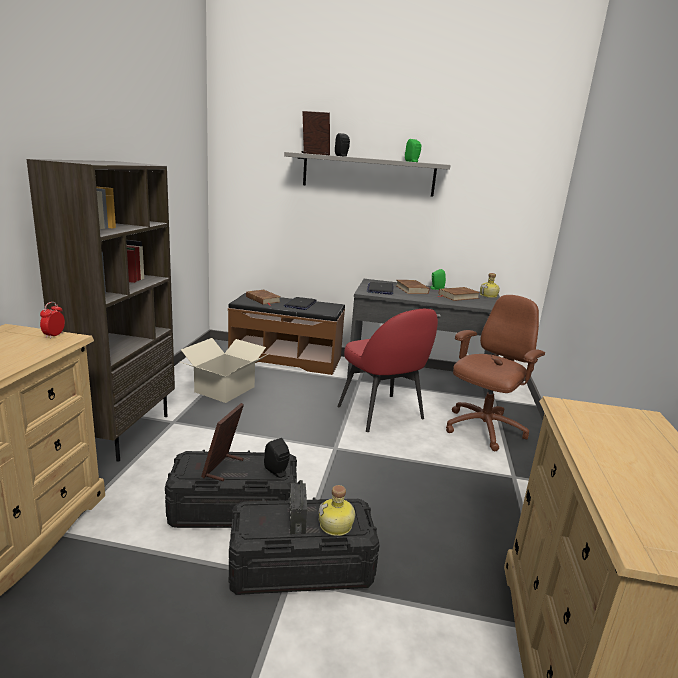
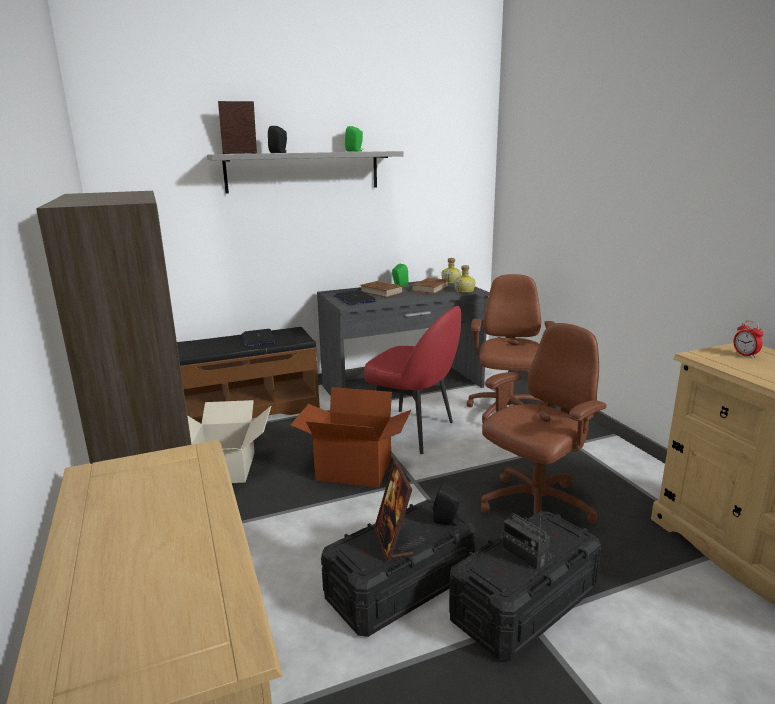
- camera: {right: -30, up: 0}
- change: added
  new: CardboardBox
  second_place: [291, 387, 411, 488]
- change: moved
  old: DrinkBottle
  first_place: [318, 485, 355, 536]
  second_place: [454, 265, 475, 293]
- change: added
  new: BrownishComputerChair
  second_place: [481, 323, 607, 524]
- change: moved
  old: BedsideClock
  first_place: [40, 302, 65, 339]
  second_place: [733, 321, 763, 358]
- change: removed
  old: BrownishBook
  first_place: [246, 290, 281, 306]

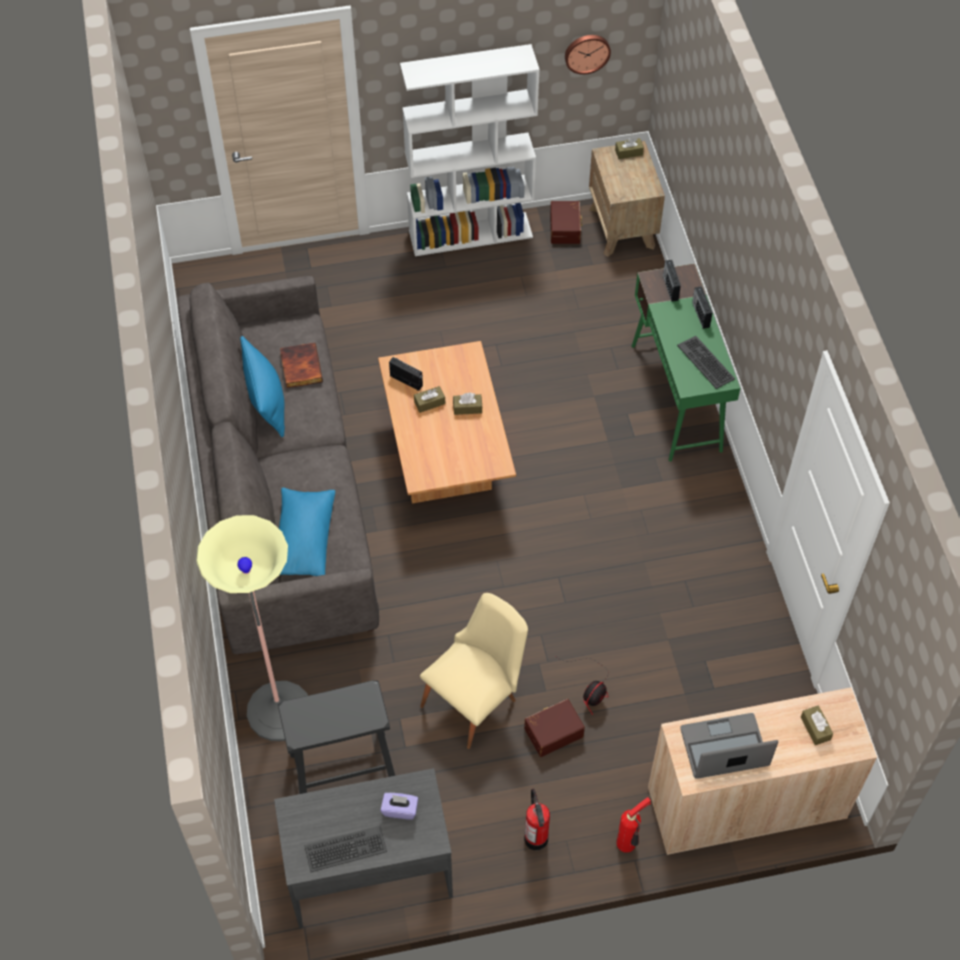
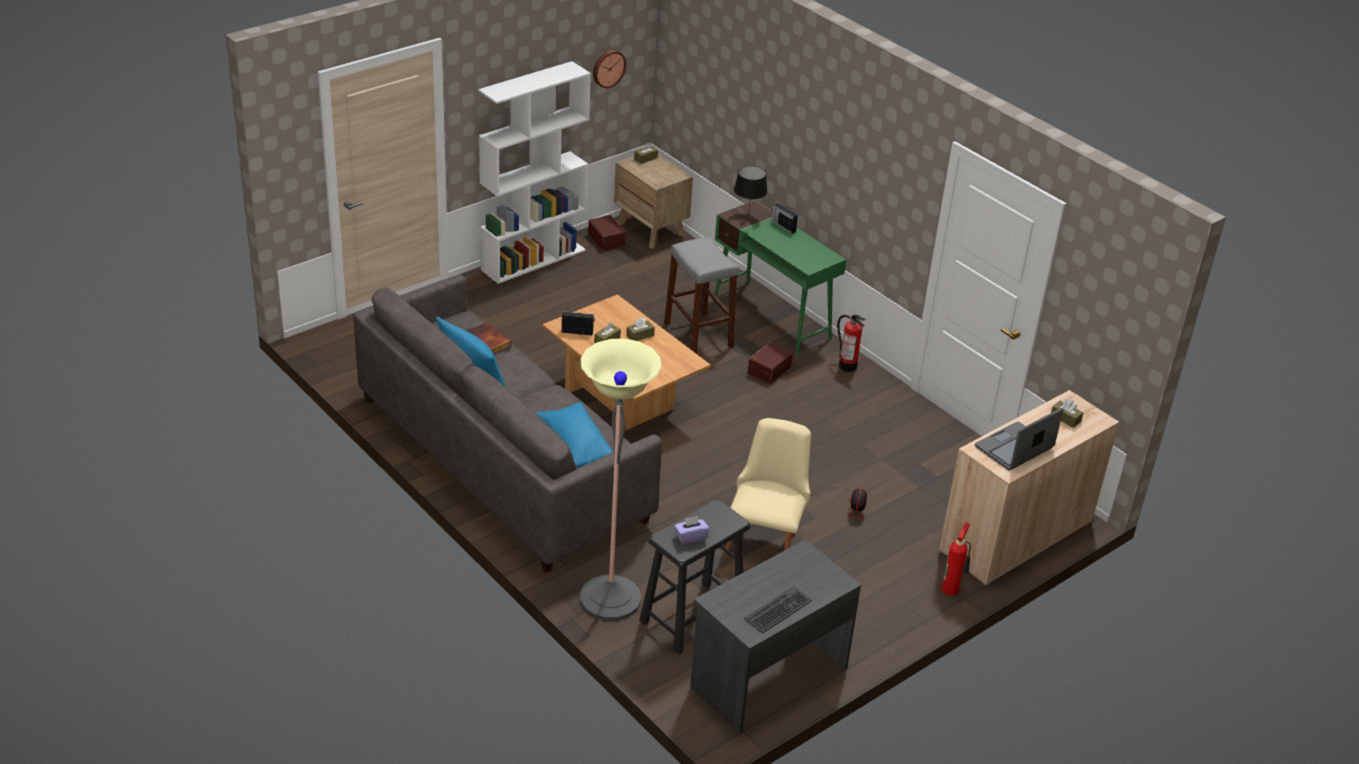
- camera: {right: -30, up: -20}
- change: added
  new: GreyishSittingStool
  second_place: [664, 237, 738, 354]
- change: moved
  old: PurpleTissueHolder
  first_place: [380, 793, 418, 820]
  second_place: [674, 516, 710, 544]
- change: replaced
  old: Radio
  new: BlackTableLamp
  first_place: [663, 260, 681, 302]
  second_place: [734, 166, 767, 216]
- change: moved
  old: BrownishStorageBin
  first_place: [524, 699, 585, 757]
  second_place: [748, 342, 793, 384]
- change: moved
  old: FireExtinguisher
  first_place: [524, 789, 550, 850]
  second_place: [837, 314, 866, 372]
- change: removed
  old: Keyboard
  first_place: [677, 336, 735, 389]

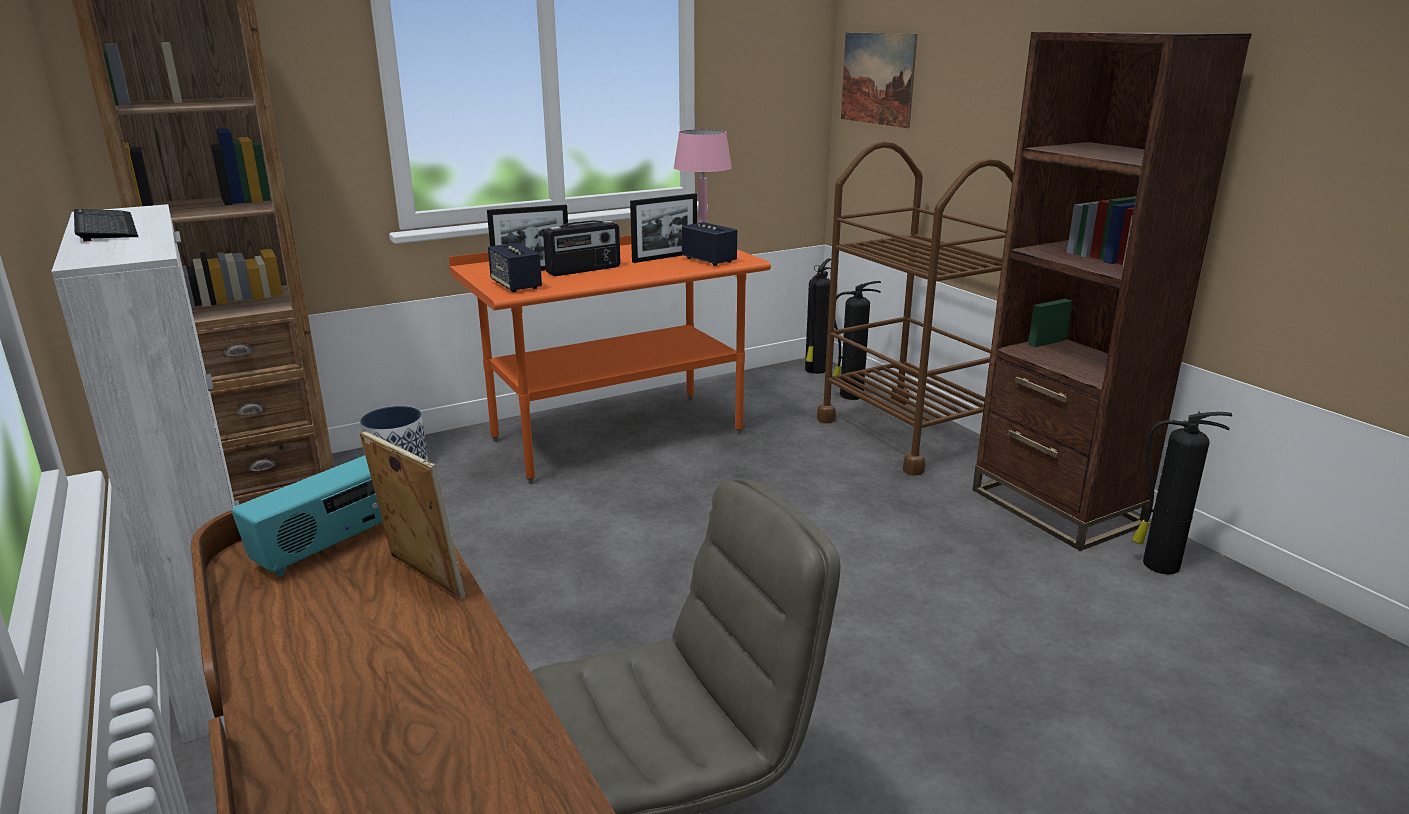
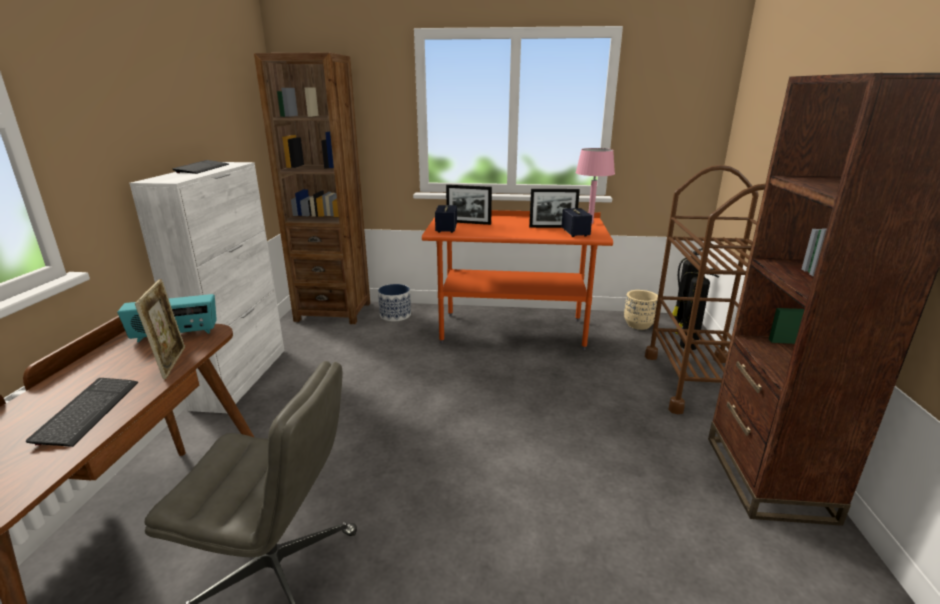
- camera: {right: 35, up: 0}
- change: added
  new: Keyboard
  second_place: [26, 378, 138, 447]
- change: added
  new: BeigeFlowerPot
  second_place: [624, 290, 658, 330]
- change: removed
  old: Radio
  first_place: [543, 220, 621, 276]
- change: removed
  old: WallArt
  first_place: [841, 32, 917, 128]
- change: removed
  old: FireExtinguisher
  first_place: [1132, 412, 1232, 575]

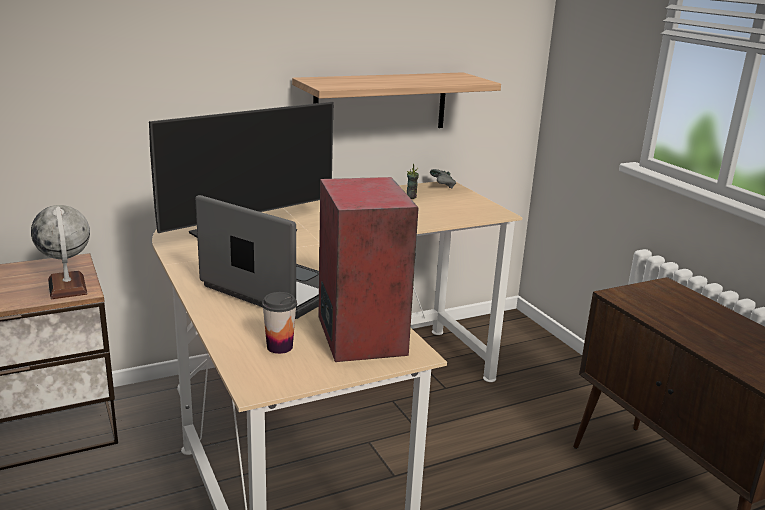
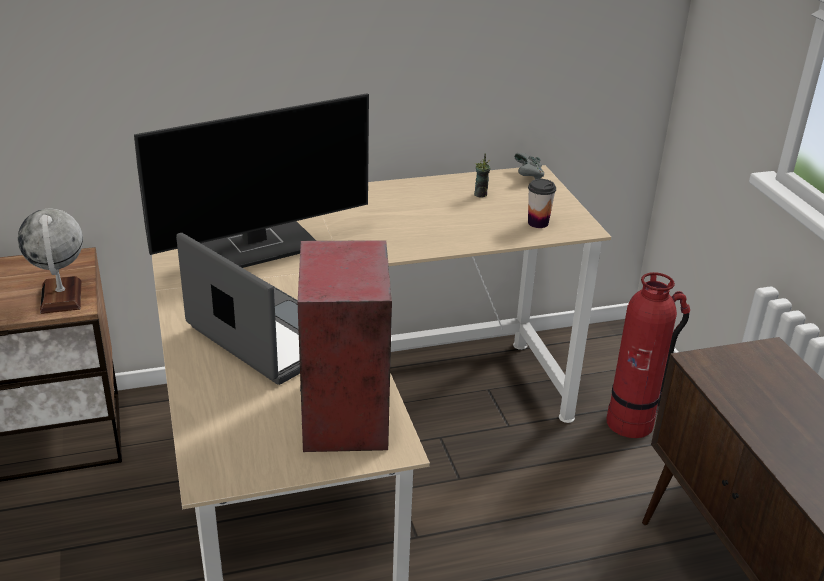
- camera: {right: 10, up: 10}
- change: moved
  old: Cup
  first_place: [262, 292, 297, 354]
  second_place: [528, 179, 556, 228]
- change: added
  new: FireExtinguisher
  second_place: [606, 272, 690, 438]
- change: removed
  old: BracketShelf
  first_place: [292, 72, 501, 128]

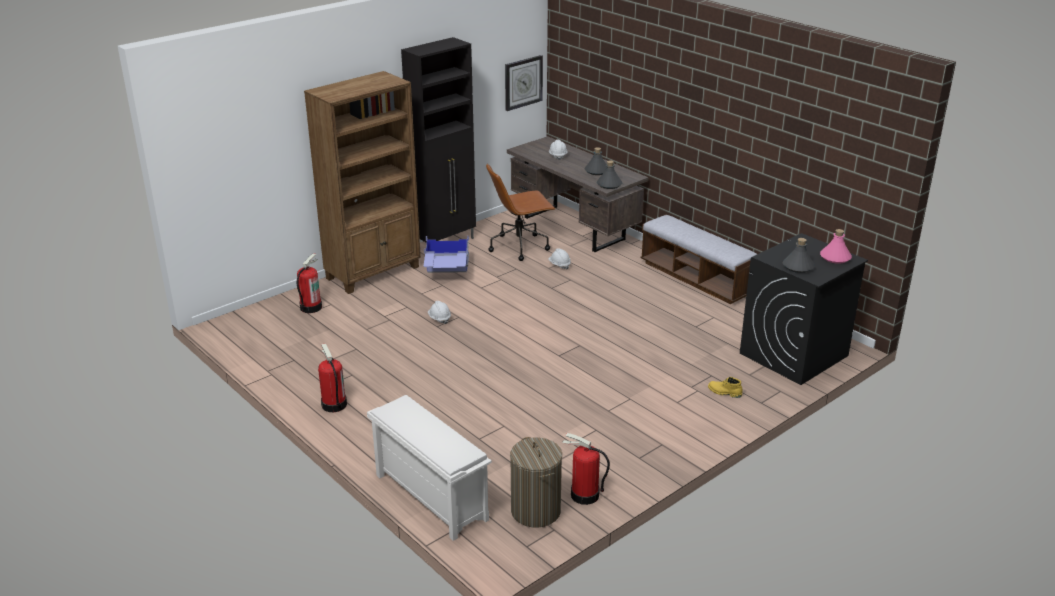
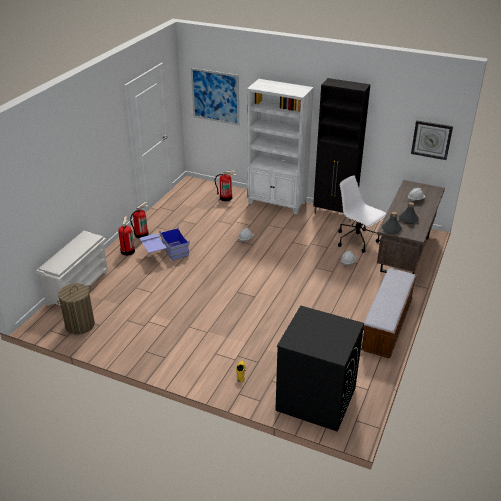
- camera: {right: 65, up: 5}
- change: moved
  old: FireExtinguisher
  first_place: [562, 433, 610, 505]
  second_place: [118, 216, 135, 256]
- change: moved
  old: BlueColouredStorageBin
  first_place: [424, 235, 469, 273]
  second_place: [139, 226, 190, 261]
- change: added
  new: WallArt
  second_place: [191, 68, 239, 125]
- change: recoloured
  old: BrownishShelvingUnit
  new: WhiteColouredShelvingUnit
  first_place: [304, 71, 421, 294]
  second_place: [247, 79, 314, 215]
- change: recoloured
  old: BrownishComputerChair
  new: WhiteColouredComputerChair
  first_place: [486, 164, 555, 261]
  second_place: [338, 176, 386, 253]
- change: removed
  old: GreyishDrinkBottle
  first_place: [783, 238, 815, 273]
- change: removed
  old: PinkishDrinkBottle
  first_place: [820, 229, 852, 264]

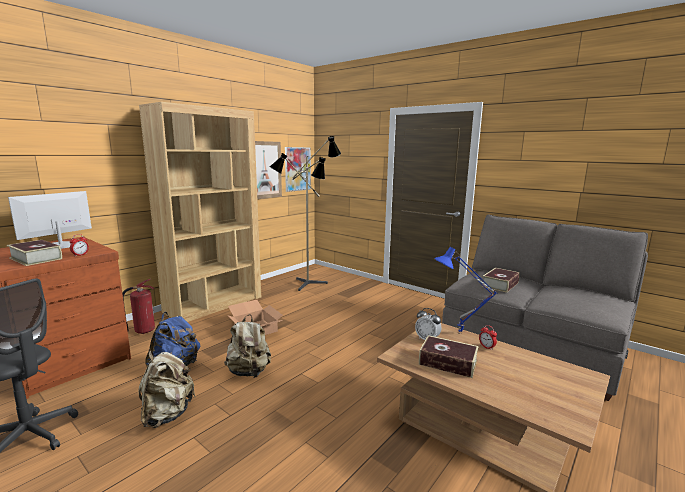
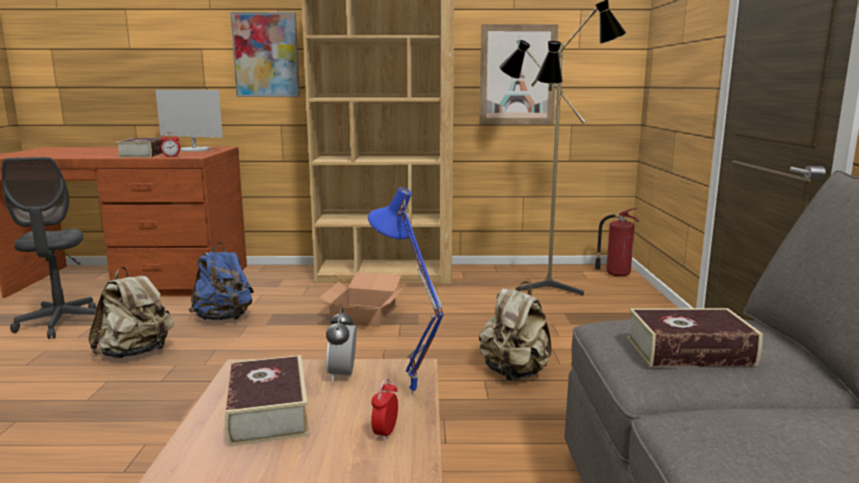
- camera: {right: 50, up: 0}
- change: turned
  old: ComputerDisplay
  first_place: [8, 191, 92, 249]
  second_place: [156, 90, 223, 152]
  degrees: -150
- change: moved
  old: WallArt
  first_place: [285, 147, 311, 192]
  second_place: [230, 12, 300, 97]
- change: moved
  old: BeigeKnapsack
  first_place: [224, 314, 271, 378]
  second_place: [479, 282, 552, 380]
- change: moved
  old: FireExtinguisher
  first_place: [122, 279, 155, 334]
  second_place: [595, 208, 639, 277]

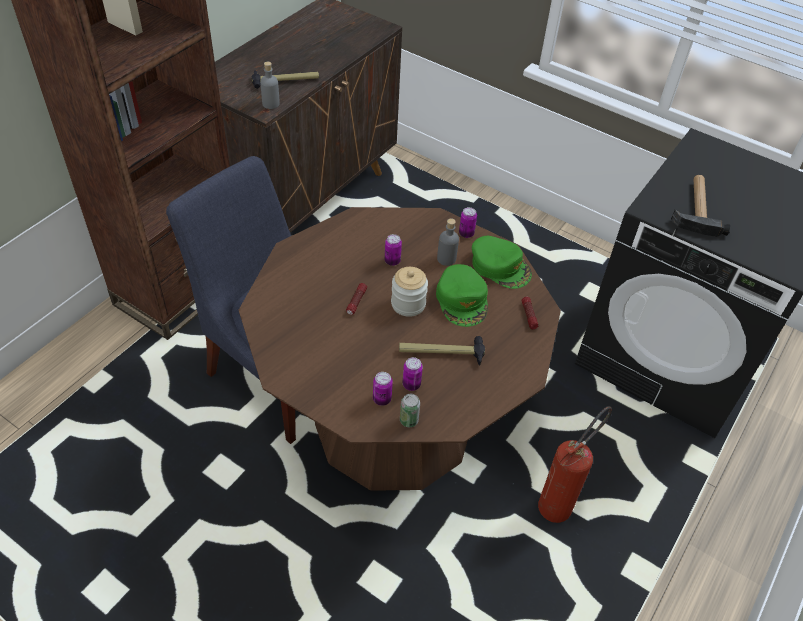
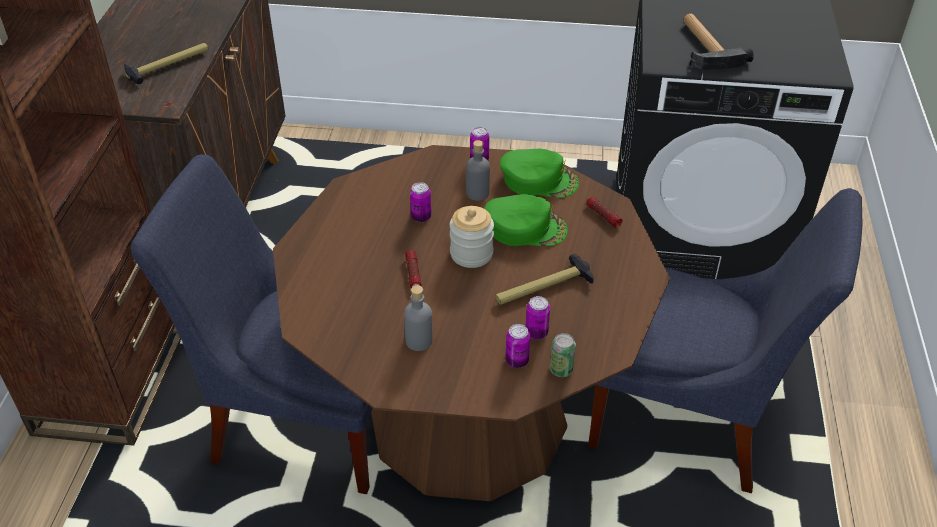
- camera: {right: -25, up: -5}
- change: moved
  old: GreyishDrinkBottle
  first_place: [260, 62, 280, 109]
  second_place: [404, 285, 433, 351]
- change: turned
  old: GreenishCap
  first_place: [436, 264, 488, 327]
  second_place: [484, 194, 568, 246]
  degrees: -45
- change: replaced
  old: FireExtinguisher
  new: BlueColouredPlainChair
  first_place: [538, 406, 612, 523]
  second_place: [588, 188, 863, 493]

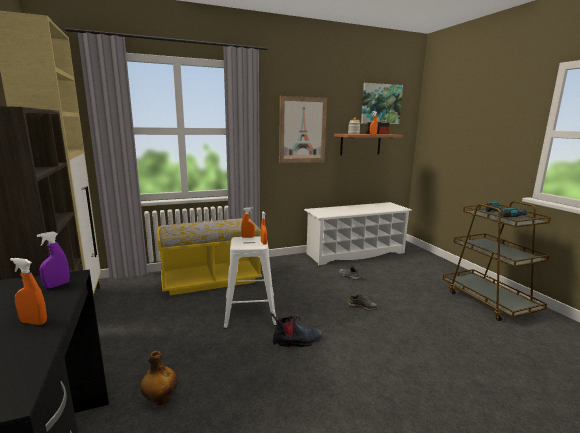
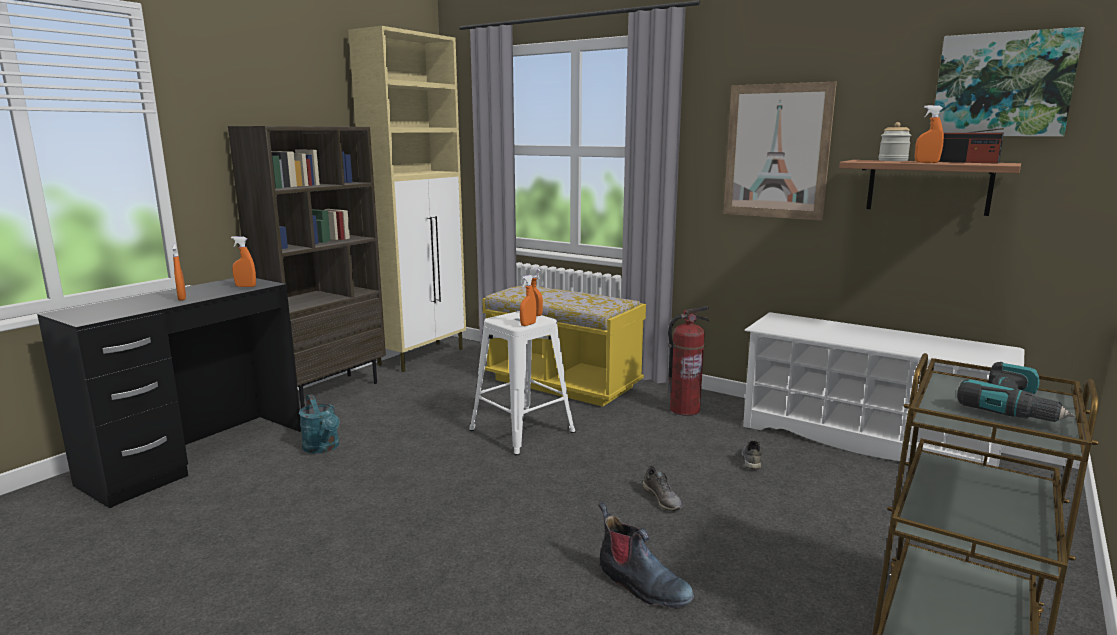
- camera: {right: 55, up: 0}
- change: recoloured
  old: PurpleSprayBottle
  new: OrangeSprayBottle
  first_place: [37, 231, 70, 289]
  second_place: [231, 236, 256, 287]
- change: replaced
  old: DrinkBottle
  new: TurquoiseWateringPot
  first_place: [141, 351, 178, 405]
  second_place: [299, 394, 339, 454]
- change: moved
  old: HighTopBoot
  first_place: [271, 312, 322, 347]
  second_place: [598, 502, 694, 609]
- change: added
  new: FireExtinguisher
  second_place: [668, 306, 709, 416]

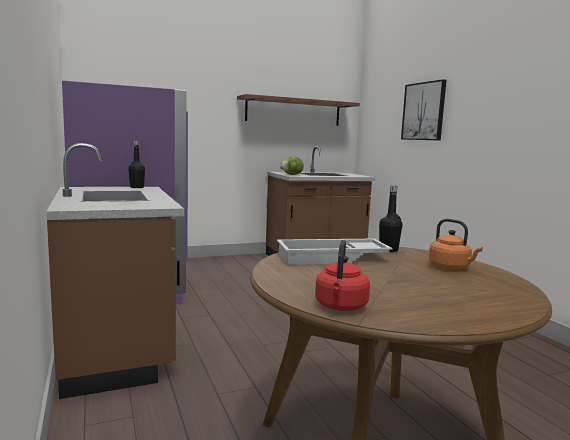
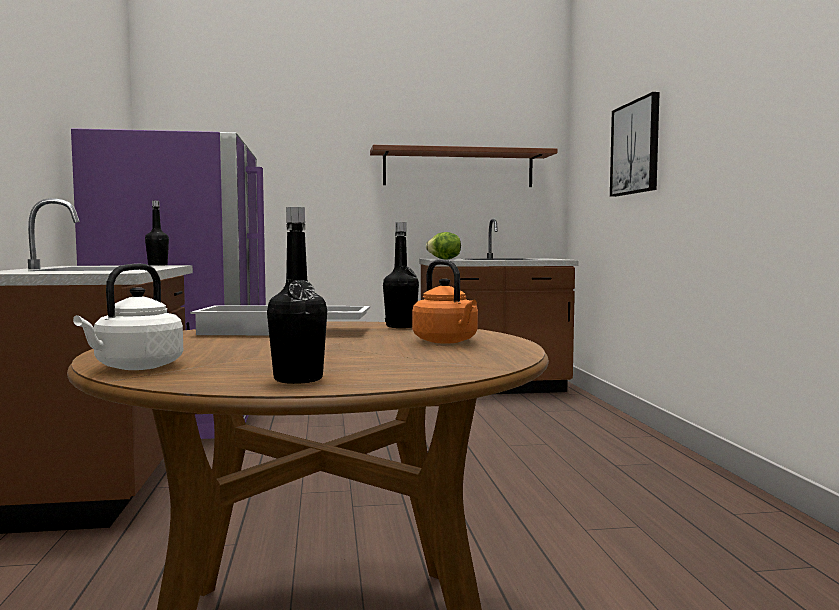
- camera: {right: 15, up: -5}
- change: recoloured
  old: ReddishTeaKettle
  new: WhiteColouredTeaKettle
  first_place: [315, 240, 370, 311]
  second_place: [73, 264, 183, 370]
- change: added
  new: BlackDrinkBottle
  second_place: [267, 207, 327, 384]

